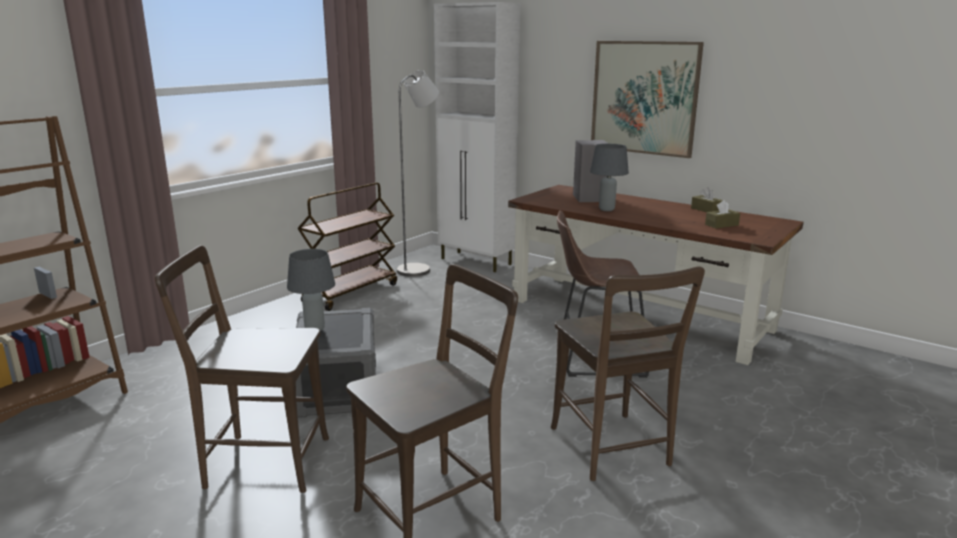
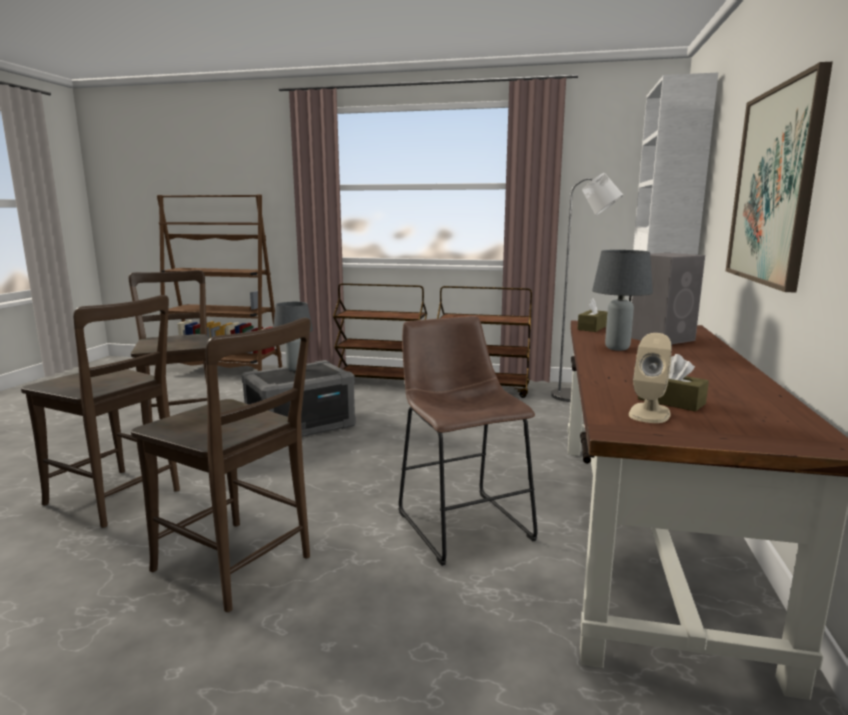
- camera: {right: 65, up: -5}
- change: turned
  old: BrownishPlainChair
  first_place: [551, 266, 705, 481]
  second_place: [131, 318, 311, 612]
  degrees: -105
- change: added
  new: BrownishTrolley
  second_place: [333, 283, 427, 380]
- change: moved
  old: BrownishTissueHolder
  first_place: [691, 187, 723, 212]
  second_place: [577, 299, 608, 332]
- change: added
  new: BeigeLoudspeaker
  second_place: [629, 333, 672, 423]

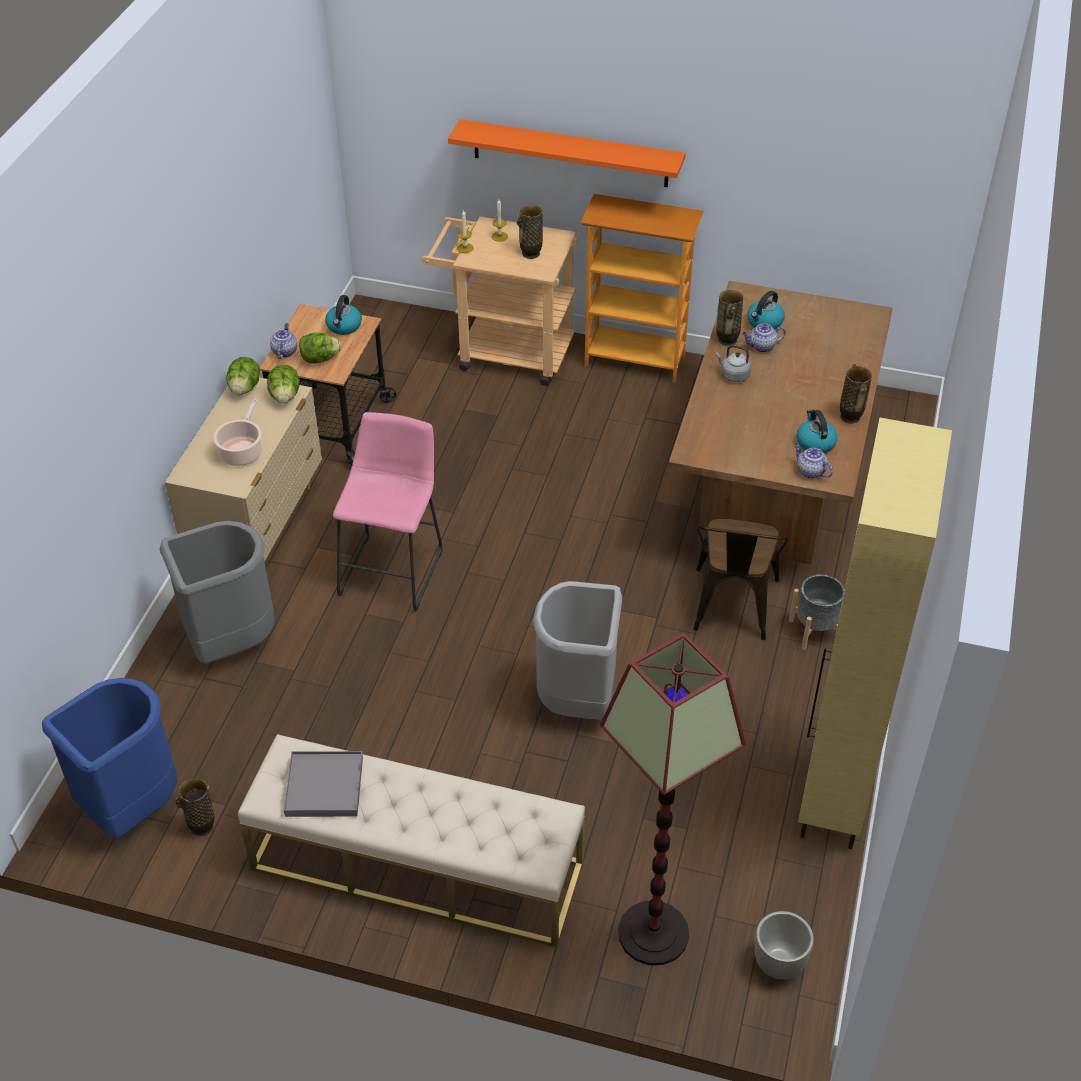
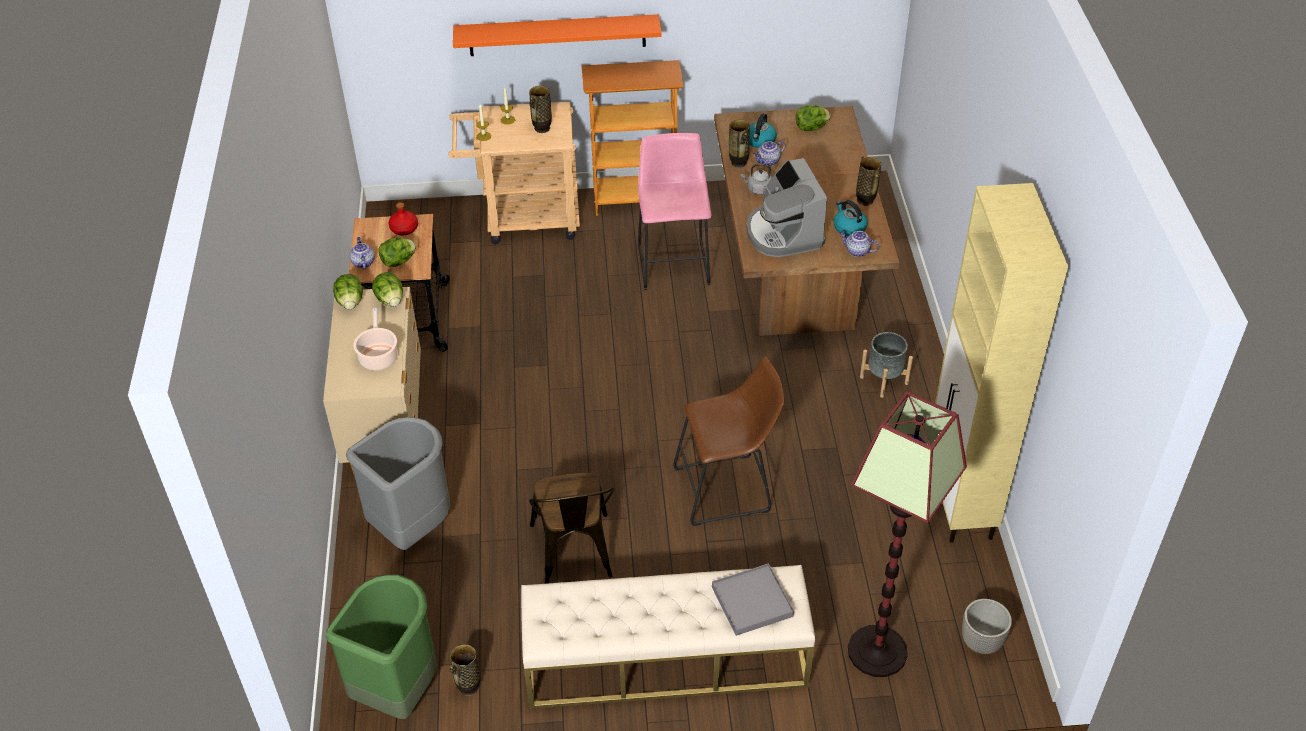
- camera: {right: -20, up: 0}
- change: recoloured
  old: BlueColouredRubbishBin
  new: GreenishRubbishBin
  first_place: [42, 678, 177, 838]
  second_place: [326, 575, 437, 719]
- change: replaced
  old: TeaKettle
  new: ReddishDrinkBottle
  first_place: [325, 295, 362, 335]
  second_place: [388, 202, 418, 235]
- change: moved
  old: BrownishPlainChair
  first_place: [693, 519, 788, 640]
  second_place: [529, 473, 615, 584]
- change: moved
  old: PinkishSittingStool
  first_place: [333, 412, 443, 611]
  second_place: [638, 133, 711, 290]
- change: replaced
  old: GreyishRubbishBin
  new: BrownishSittingStool
  first_place: [533, 581, 622, 720]
  second_place: [674, 356, 784, 526]
- change: moved
  old: GreyishCarryingTray
  first_place: [284, 751, 363, 817]
  second_place: [712, 563, 794, 636]
- change: added
  new: CoffeeBrewer
  second_place: [747, 158, 827, 257]
- change: added
  new: Lettuce
  second_place: [796, 105, 831, 131]

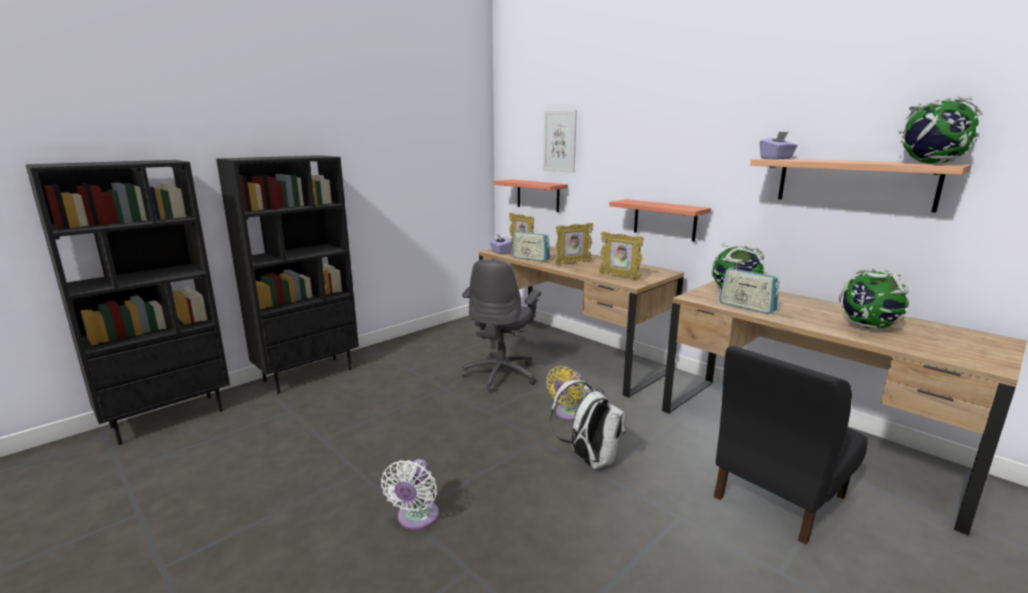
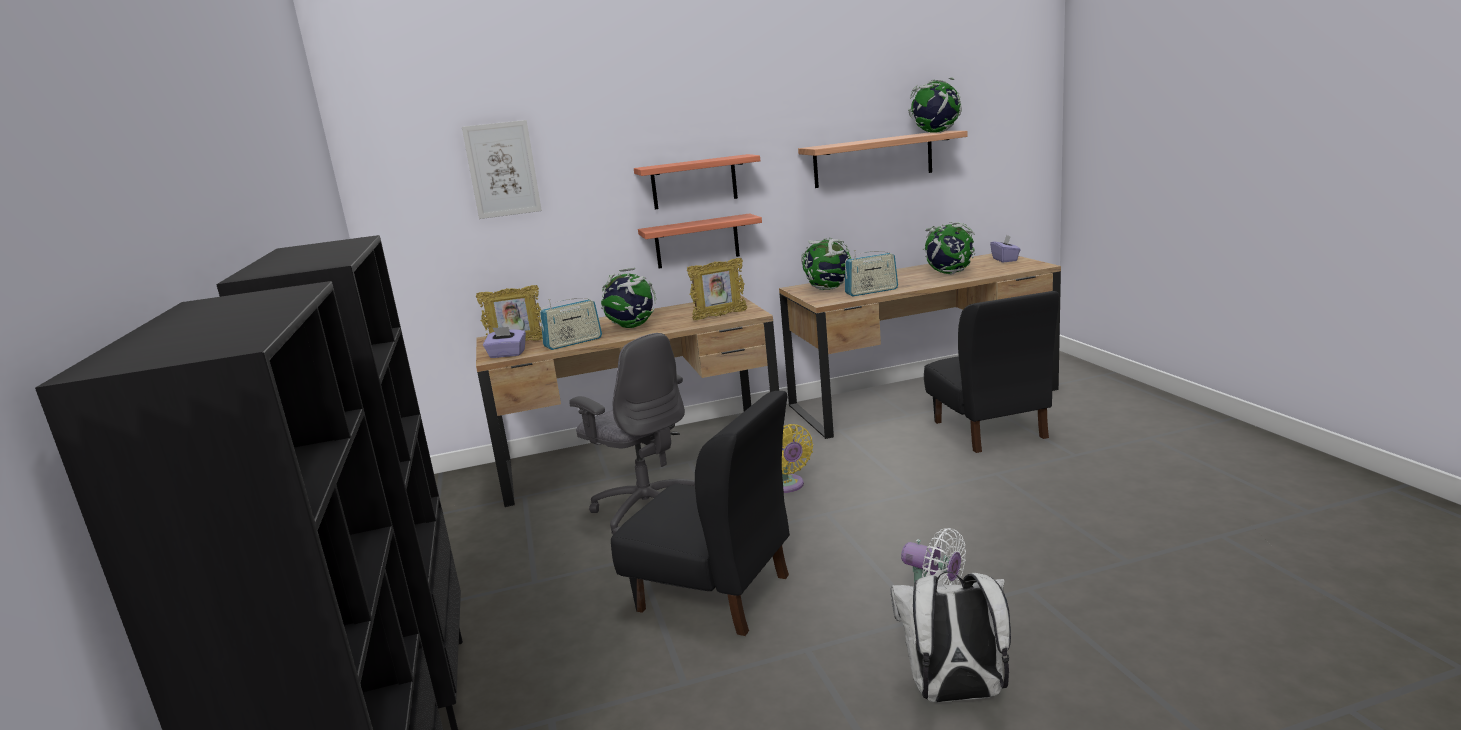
- camera: {right: -60, up: 0}
- change: replaced
  old: StandingFrame
  new: DeskGlobe
  first_place: [555, 223, 593, 265]
  second_place: [601, 268, 656, 328]
- change: added
  new: BlackPlainChair
  second_place: [611, 391, 790, 636]
- change: moved
  old: BracketShelf
  first_place: [494, 179, 568, 212]
  second_place: [634, 154, 760, 209]
- change: moved
  old: WhiteColouredKnapsack
  first_place: [550, 380, 626, 469]
  second_place: [890, 571, 1011, 703]
- change: moved
  old: PurpleTissueHolder
  first_place: [760, 132, 797, 160]
  second_place: [990, 235, 1021, 263]

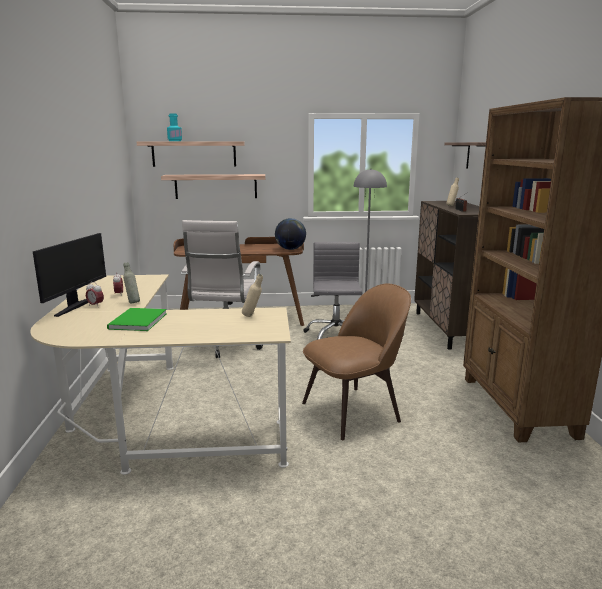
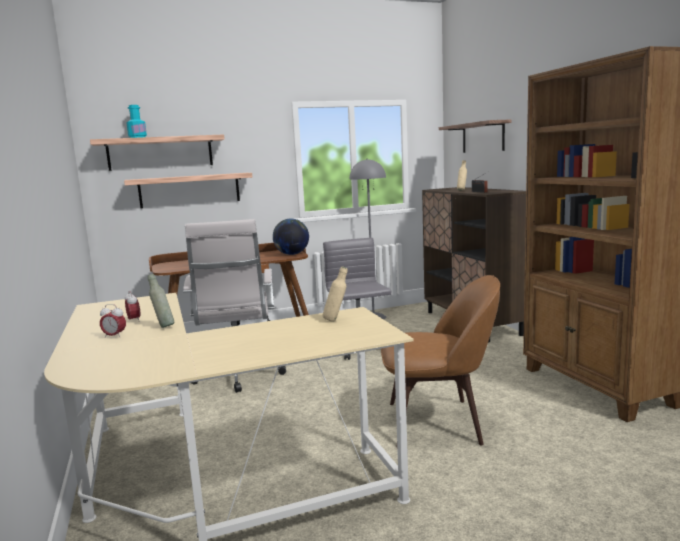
- camera: {right: -15, up: -5}
- change: turned
  old: BrownishPlainChair
  first_place: [302, 284, 411, 440]
  second_place: [381, 275, 500, 448]
  degrees: 45
- change: removed
  old: ComputerDisplay
  first_place: [33, 233, 106, 317]
- change: removed
  old: GreenishBook
  first_place: [107, 308, 167, 331]

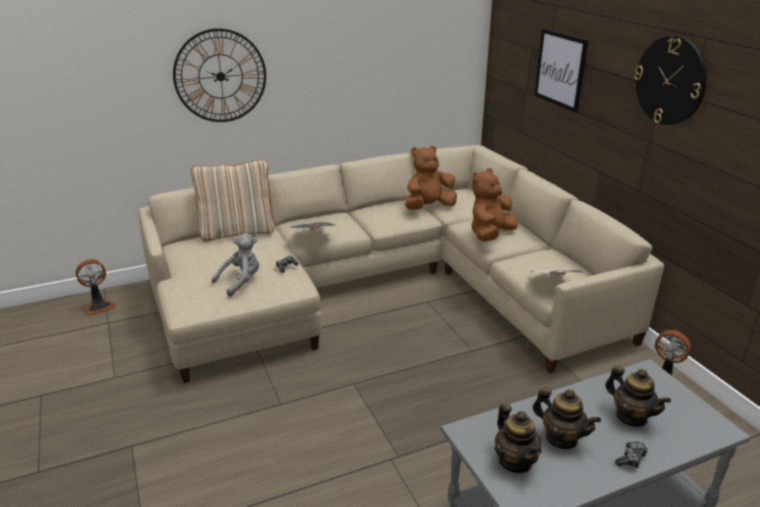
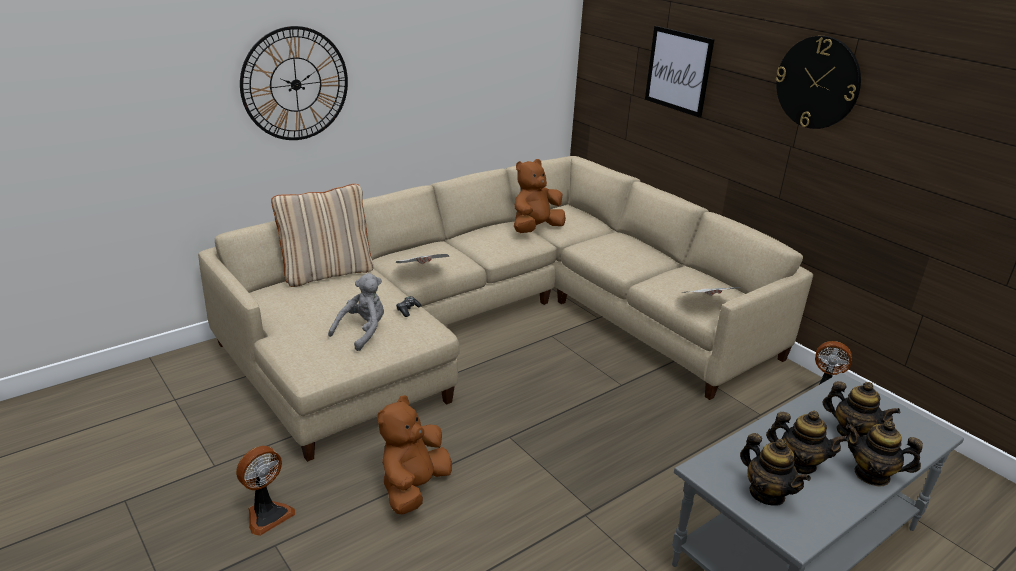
- camera: {right: -15, up: 0}
- change: moved
  old: CoolingFan
  first_place: [76, 259, 116, 316]
  second_place: [236, 446, 295, 536]
- change: moved
  old: BrownishCuddlyToy
  first_place: [472, 168, 518, 242]
  second_place: [377, 395, 452, 515]
- change: replaced
  old: Joypad
  new: TeaPot
  first_place: [615, 442, 648, 468]
  second_place: [846, 421, 923, 486]

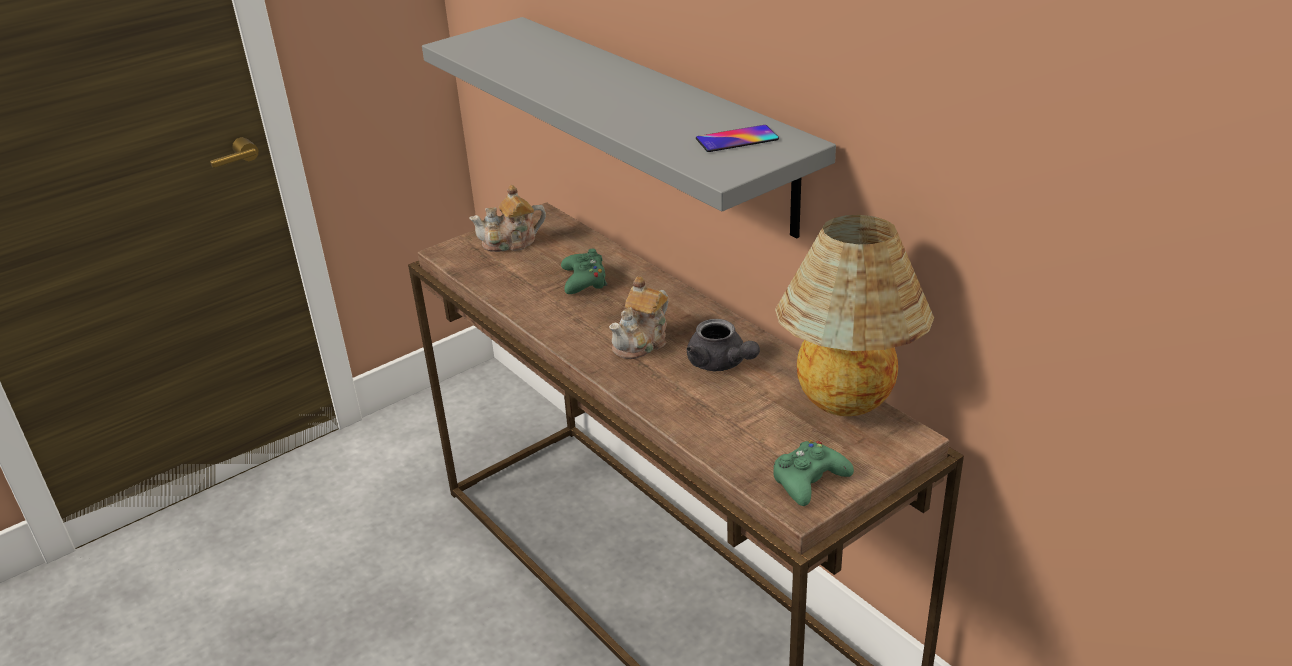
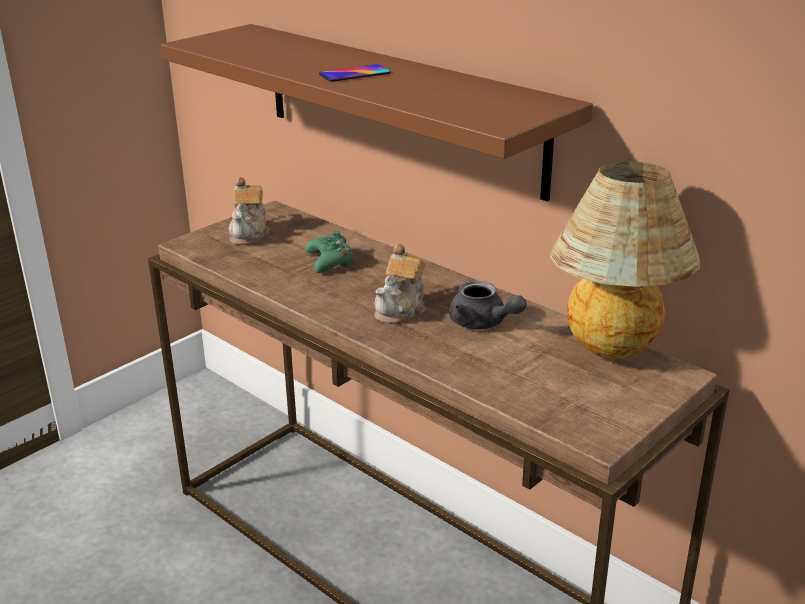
- camera: {right: -10, up: -5}
- change: recoloured
  old: GreyishBracketShelf
  new: BrownishBracketShelf
  first_place: [422, 17, 836, 239]
  second_place: [161, 24, 593, 202]
- change: turned
  old: TeaPot
  first_place: [469, 185, 546, 252]
  second_place: [229, 177, 269, 245]
  degrees: -60
- change: moved
  old: Telephone
  first_place: [696, 125, 779, 152]
  second_place: [319, 64, 391, 82]
- change: removed
  old: GreenishJoypad
  first_place: [773, 440, 854, 506]

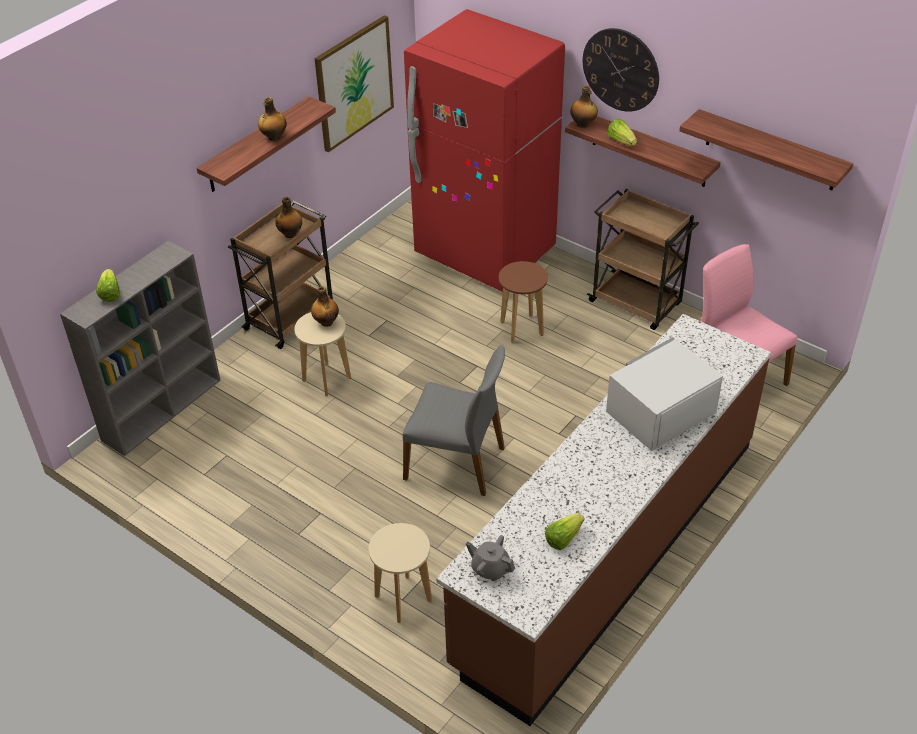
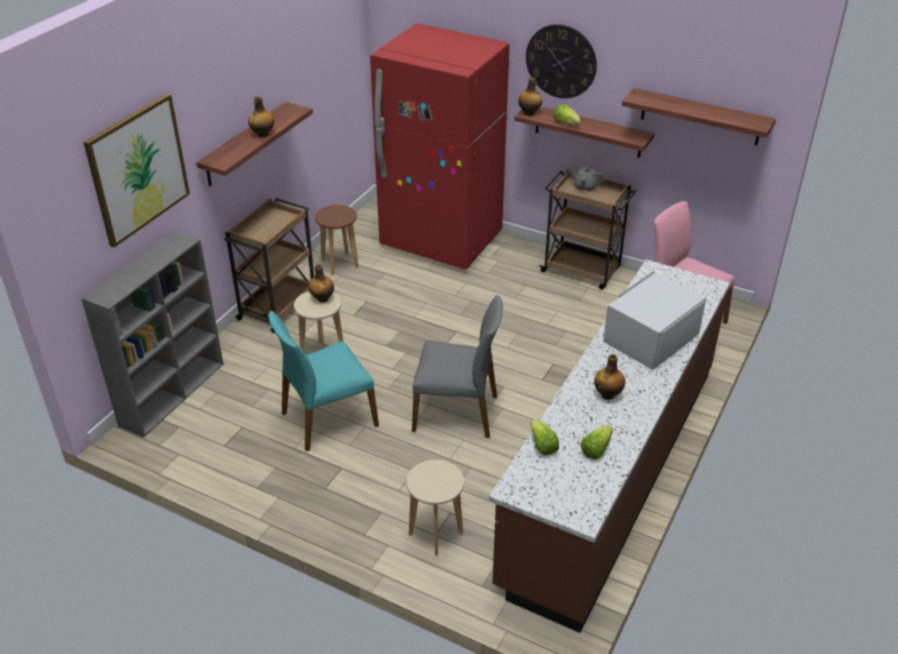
- camera: {right: -10, up: -5}
- change: moved
  old: WallArt
  first_place: [314, 15, 394, 152]
  second_place: [83, 94, 190, 248]
- change: added
  new: TurquoisePlainChair
  second_place: [268, 311, 379, 452]
- change: moved
  old: BrownishSittingStool
  first_place: [499, 261, 548, 343]
  second_place: [315, 205, 359, 275]
- change: moved
  old: Lettuce
  first_place: [96, 269, 120, 302]
  second_place: [531, 419, 559, 455]
- change: moved
  old: GreyishTeaPot
  first_place: [466, 535, 515, 581]
  second_place: [570, 165, 603, 192]
- change: moved
  old: DrinkBottle
  first_place: [275, 197, 302, 238]
  second_place: [594, 354, 625, 400]

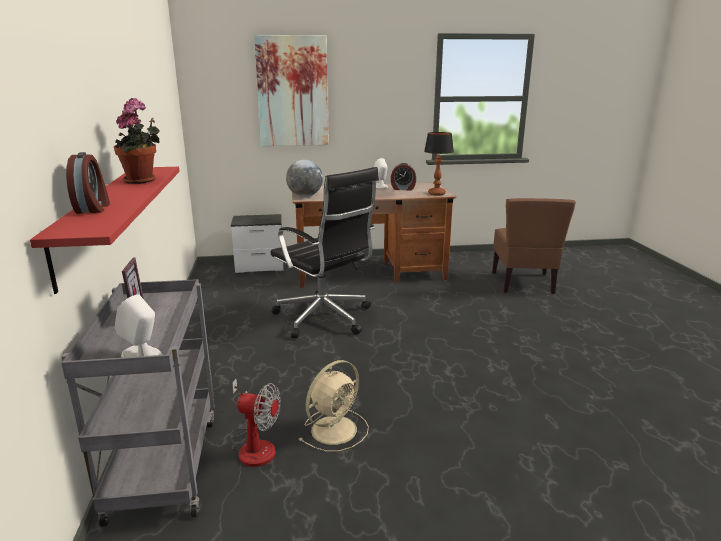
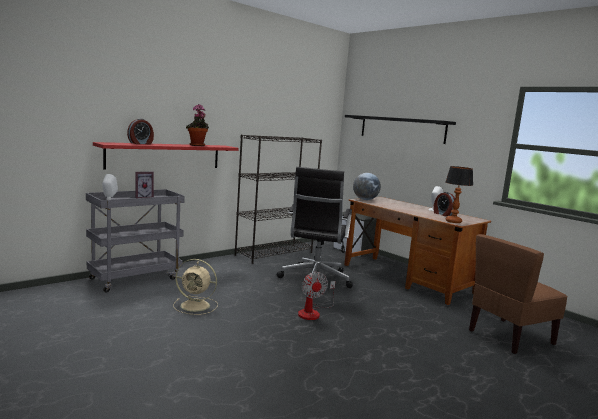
- camera: {right: 55, up: -10}
- change: added
  new: BlackShelvingUnit
  second_place: [235, 135, 322, 264]
- change: moved
  old: CoolingFan
  first_place: [230, 379, 281, 467]
  second_place: [298, 272, 335, 320]
- change: replaced
  old: WallArt
  new: BlackBracketShelf
  first_place: [254, 35, 329, 146]
  second_place: [345, 115, 456, 144]

